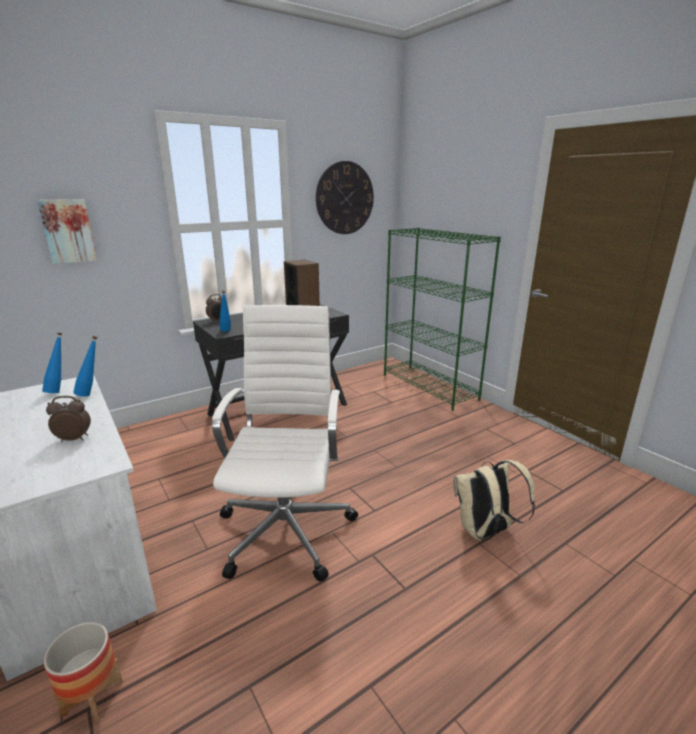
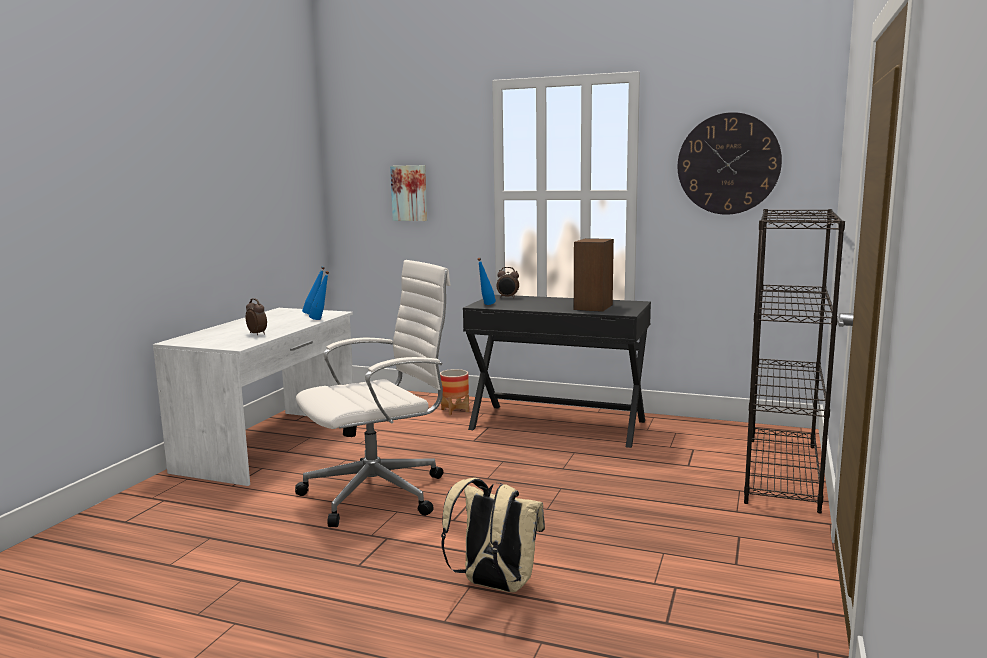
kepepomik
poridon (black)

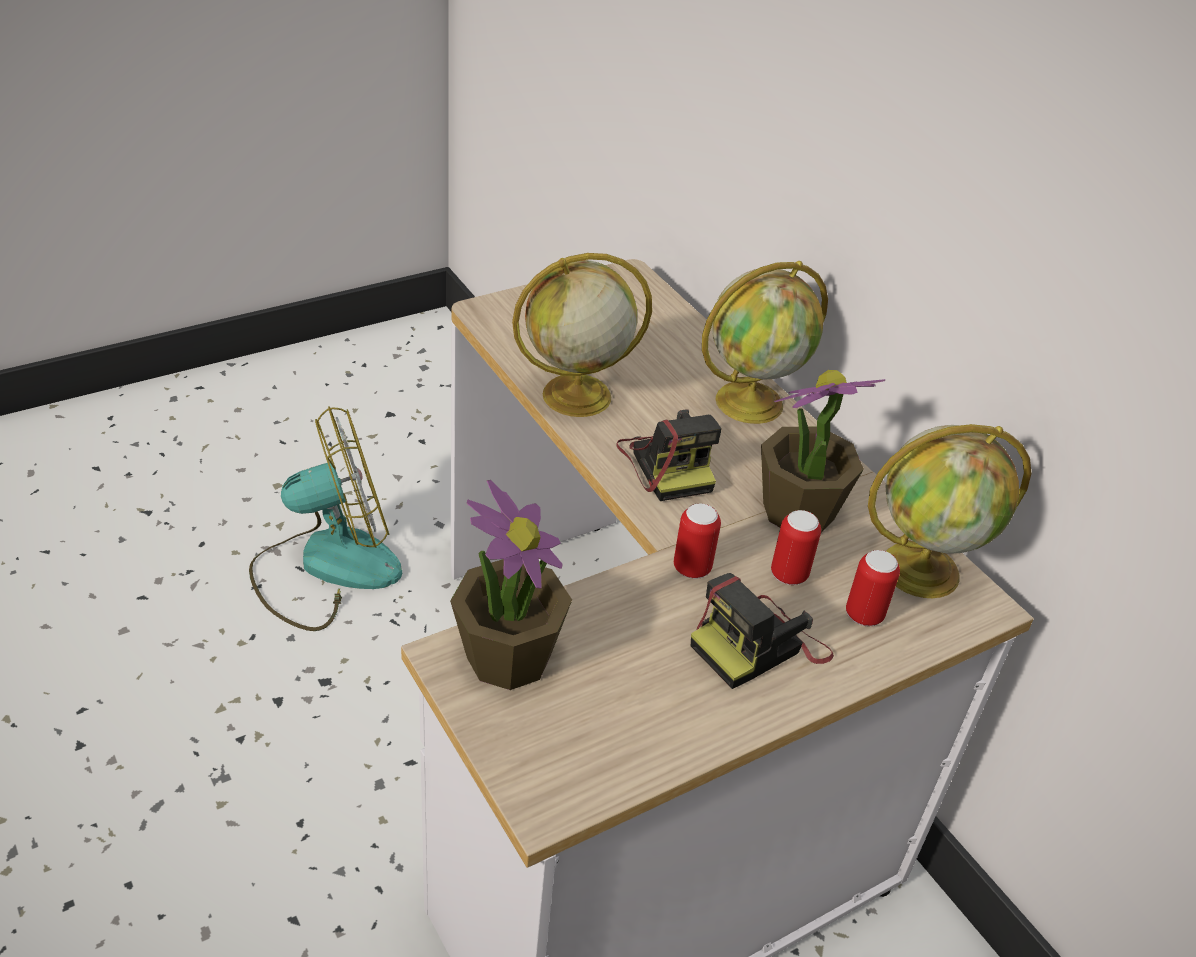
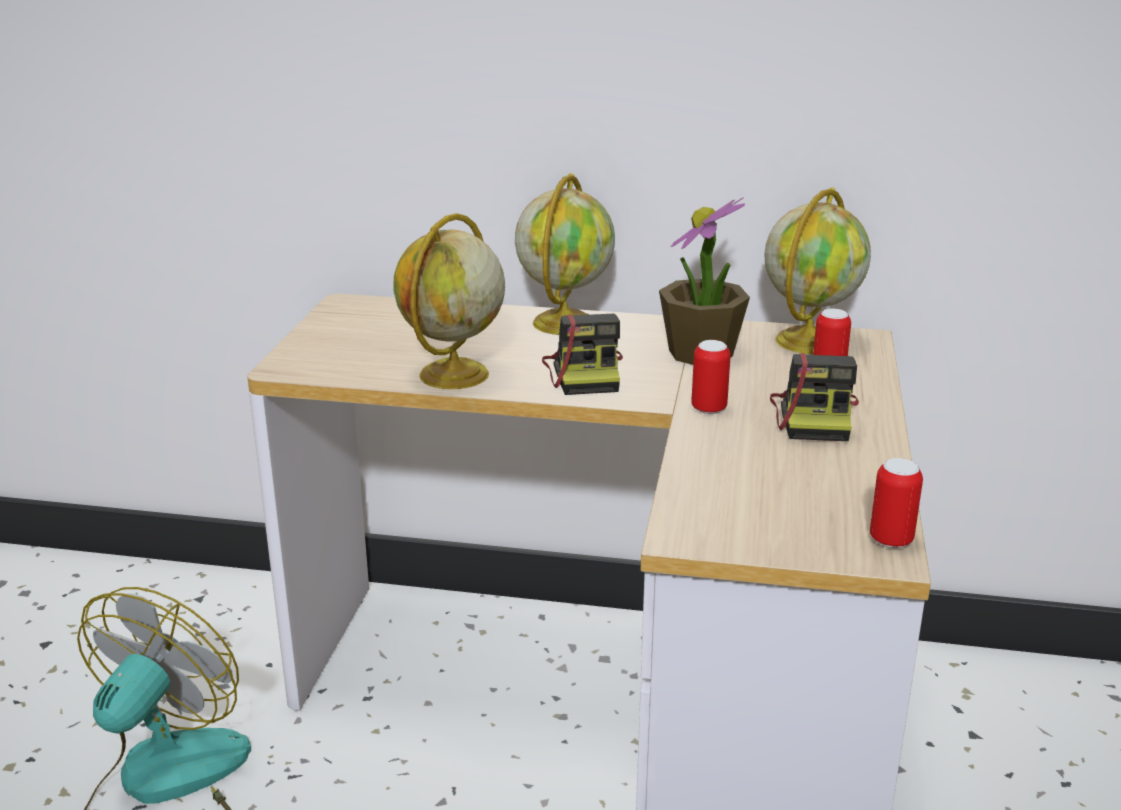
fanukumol (no. 1 from left)
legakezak (no. 3 from left)
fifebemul (no. 1 from left in the first image)

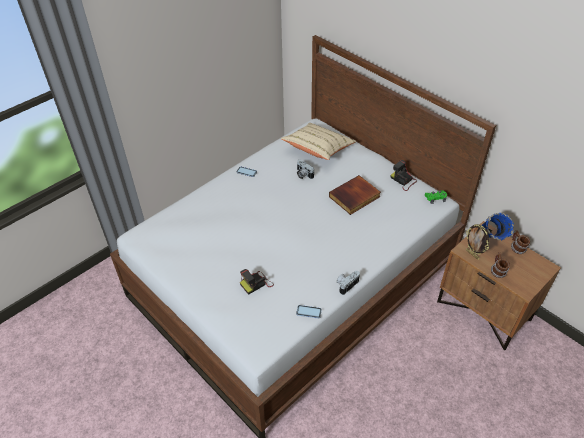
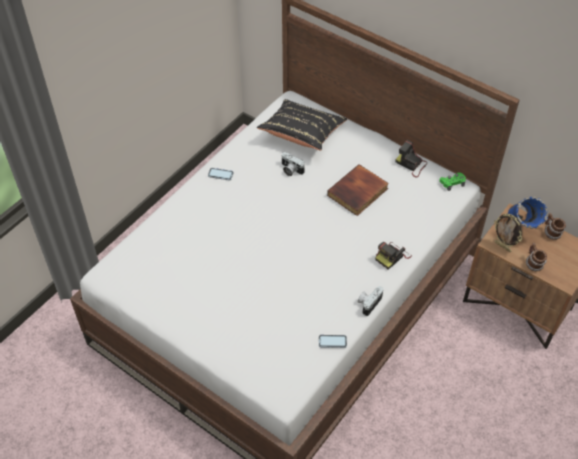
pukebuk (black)
fanukumol (no. 3 from left)

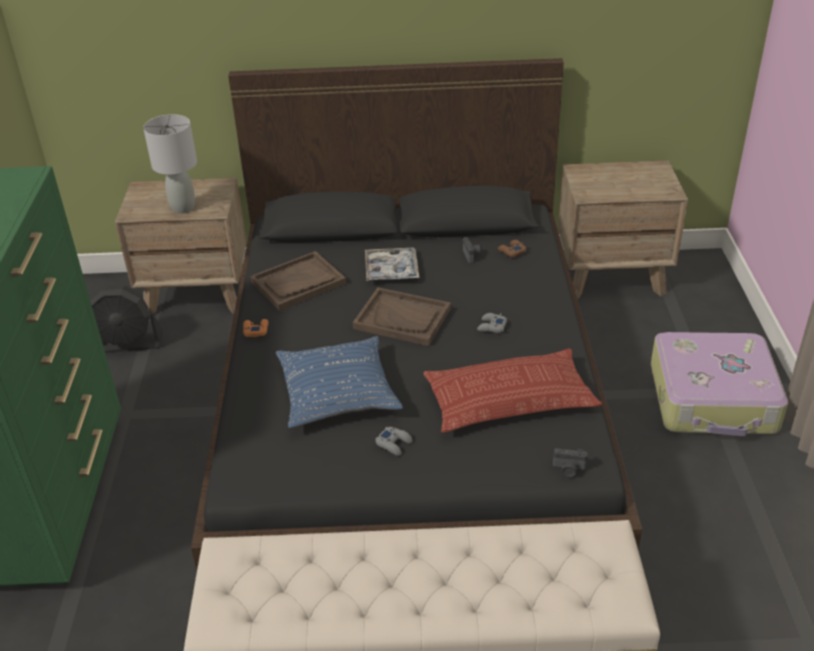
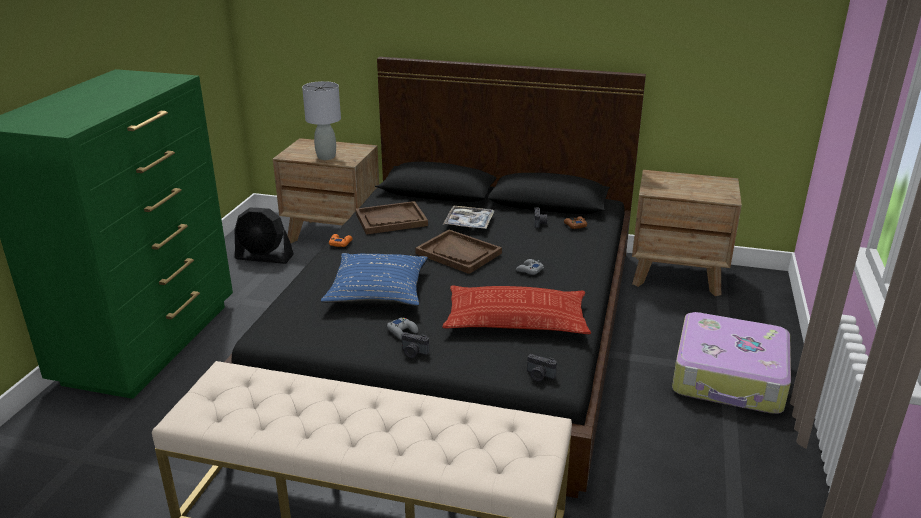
fanukumol (no. 1 from left)

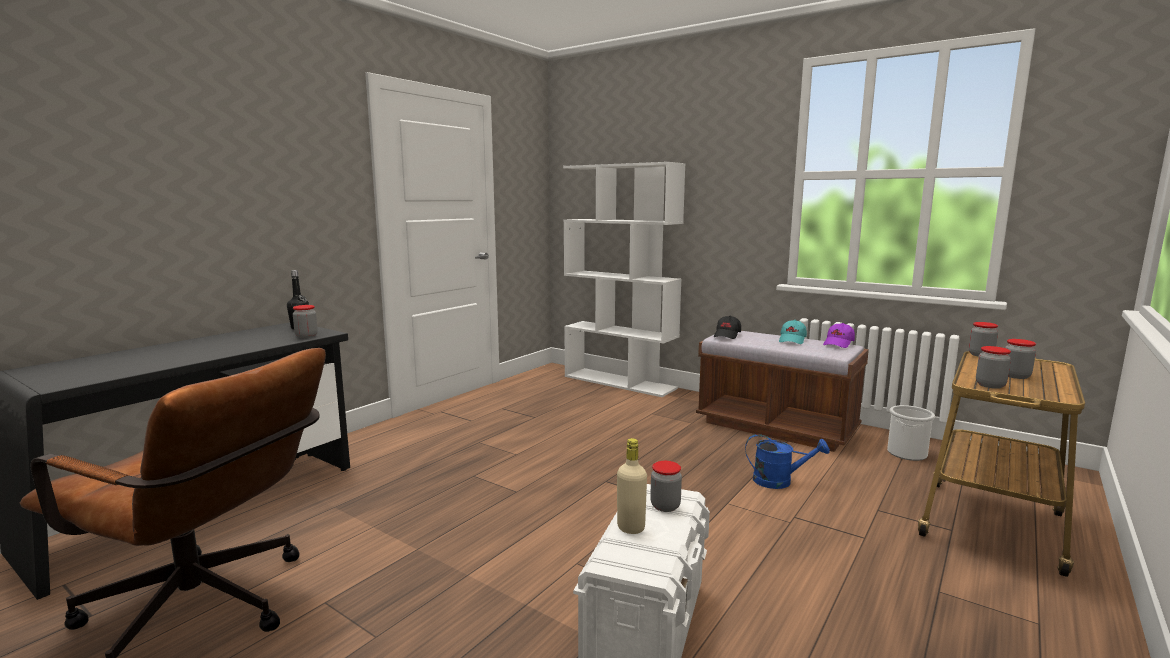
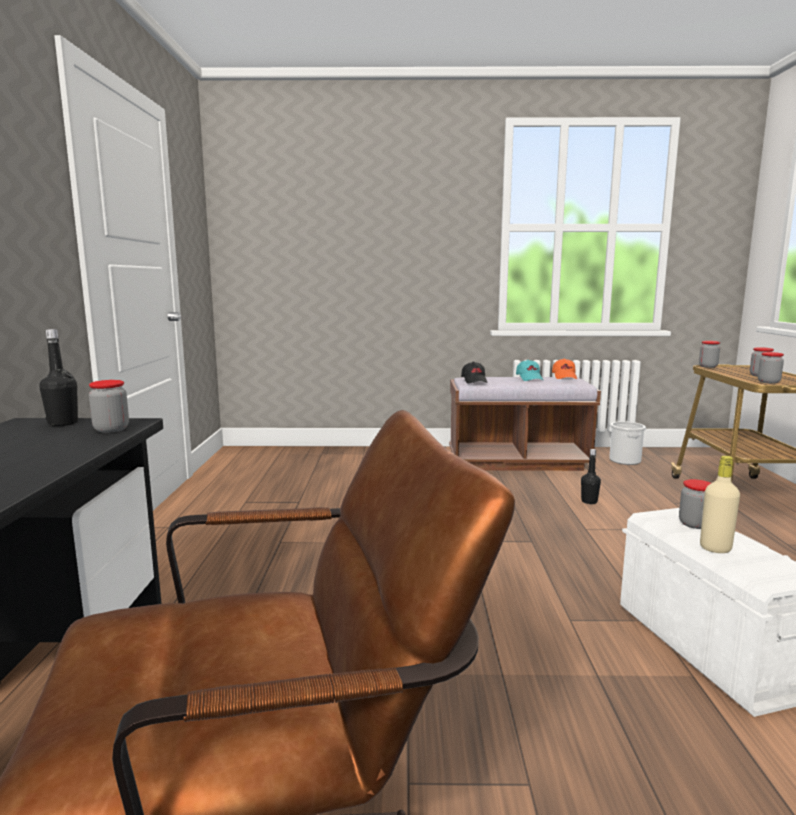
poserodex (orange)
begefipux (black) (no. 2 from left)
poridon (white)

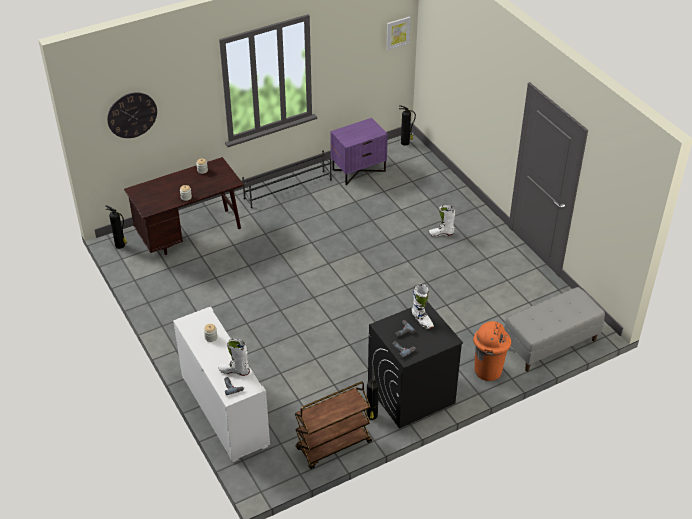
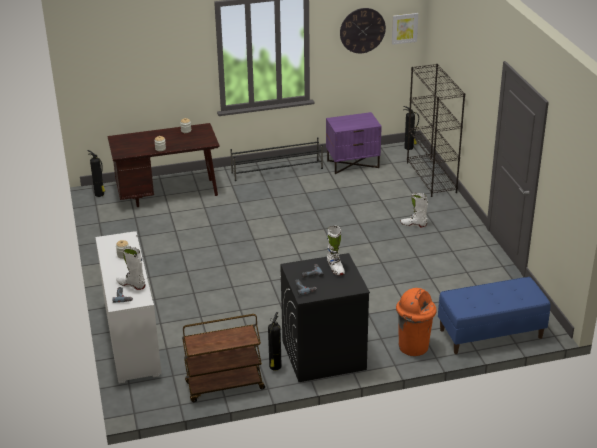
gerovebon
poridon (black)
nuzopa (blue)

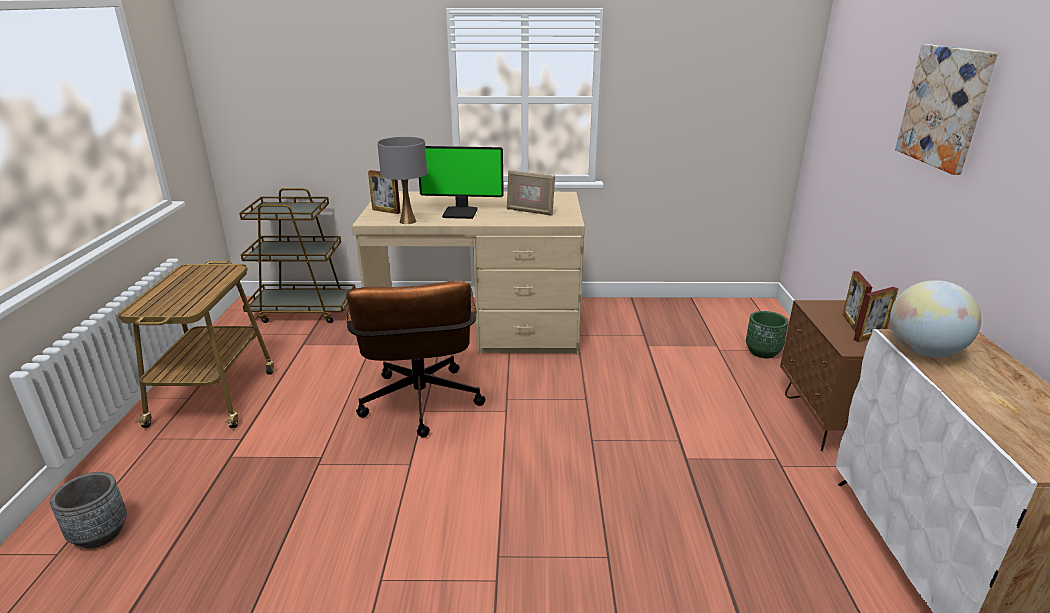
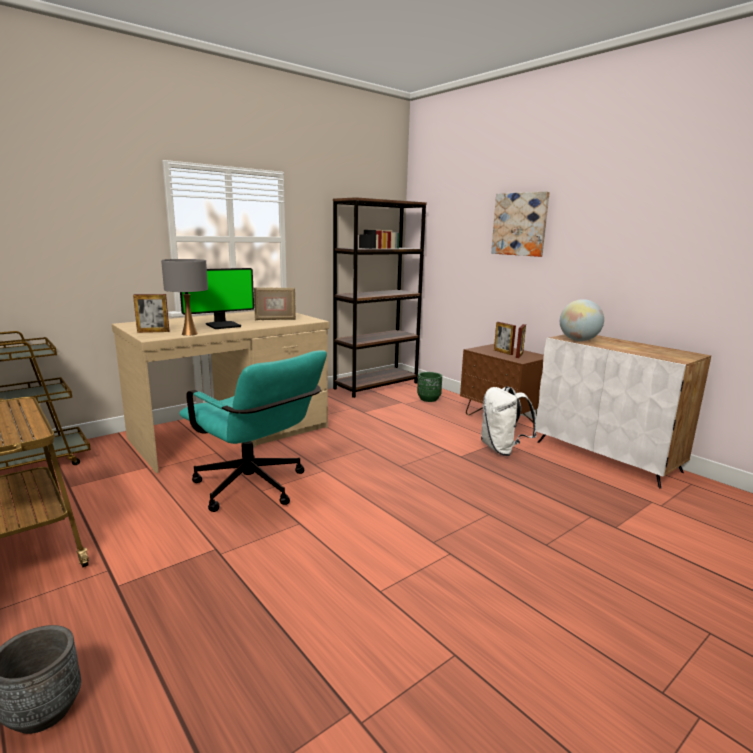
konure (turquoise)
poridon (brown)
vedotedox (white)

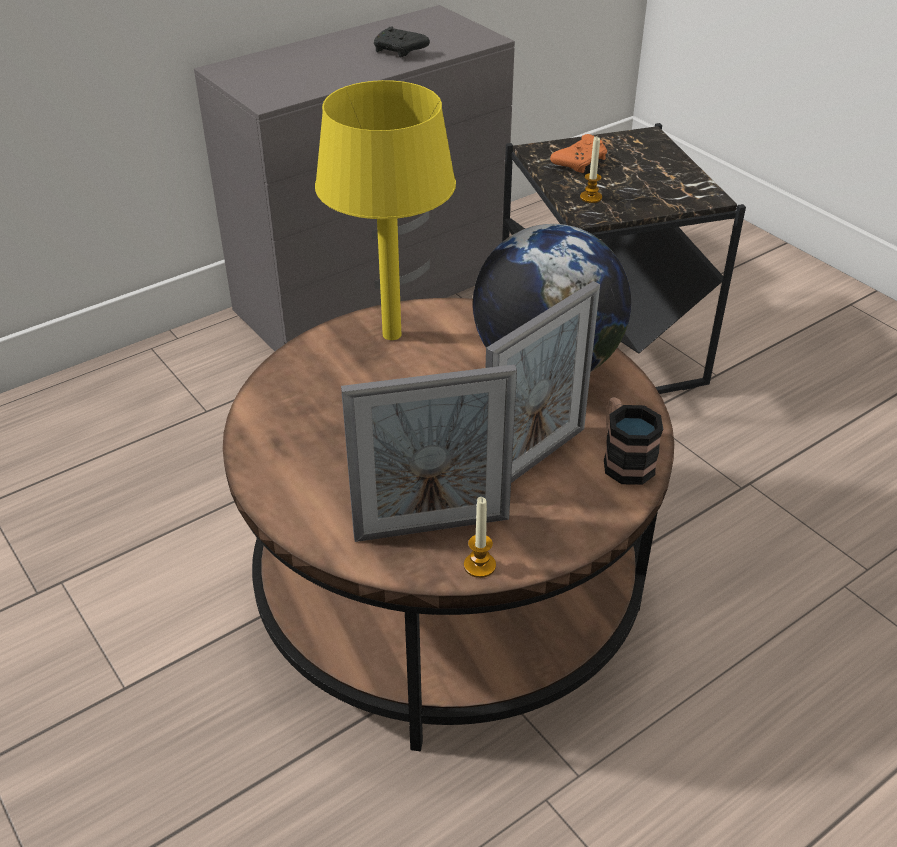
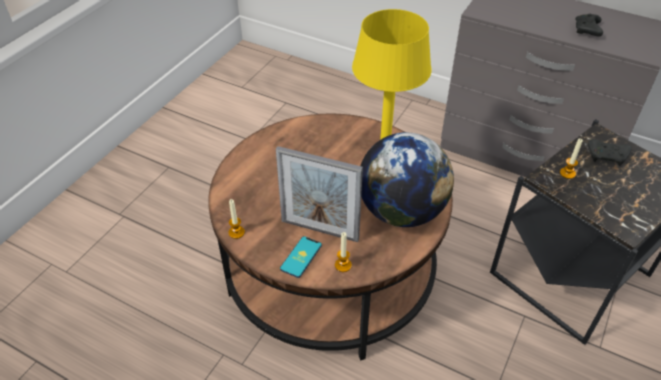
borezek
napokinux (no. 2 from left)
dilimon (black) (no. 2 from left)
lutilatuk (no. 1 from left in the first image)

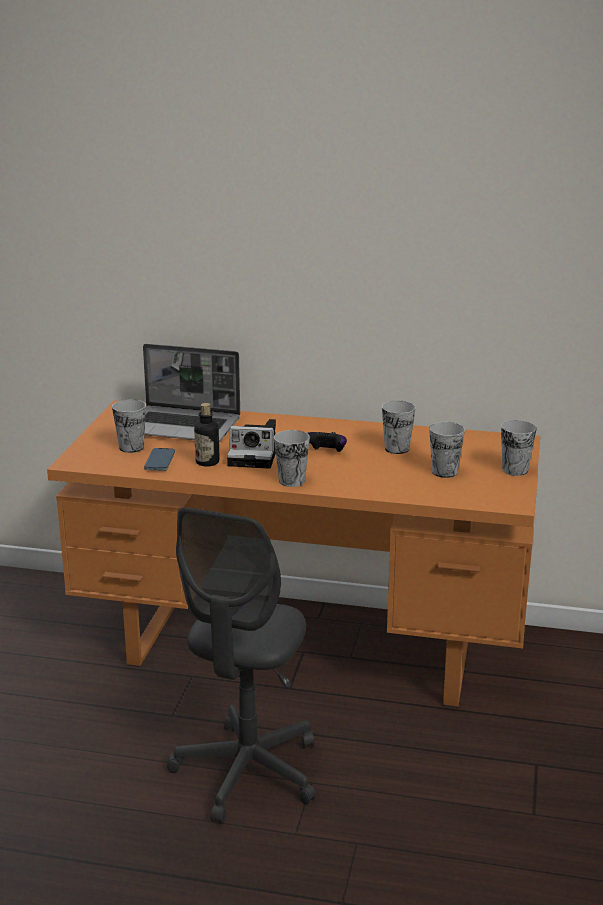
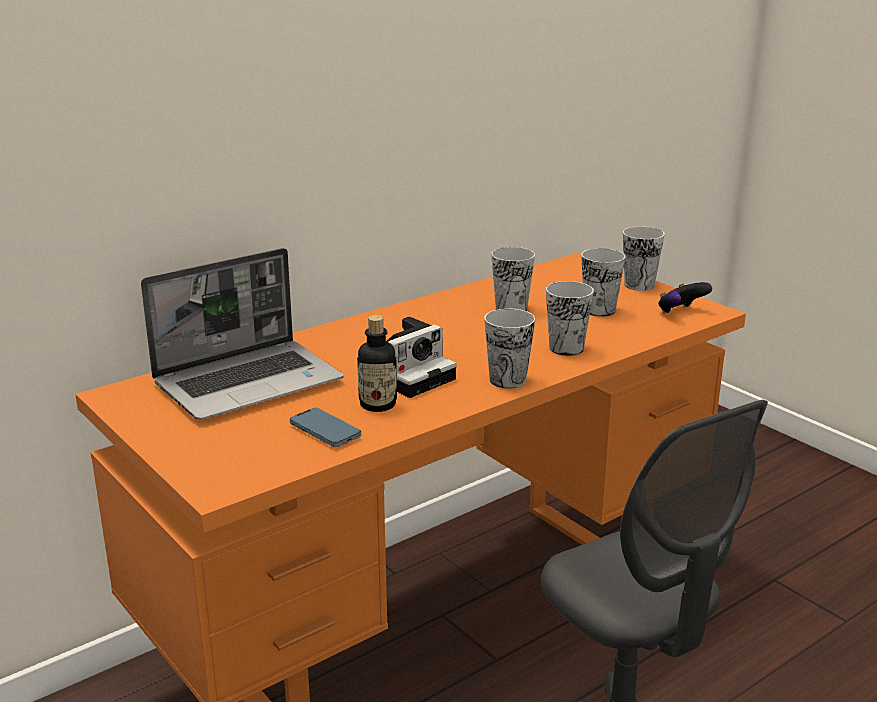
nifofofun (no. 3 from left)
dilimon

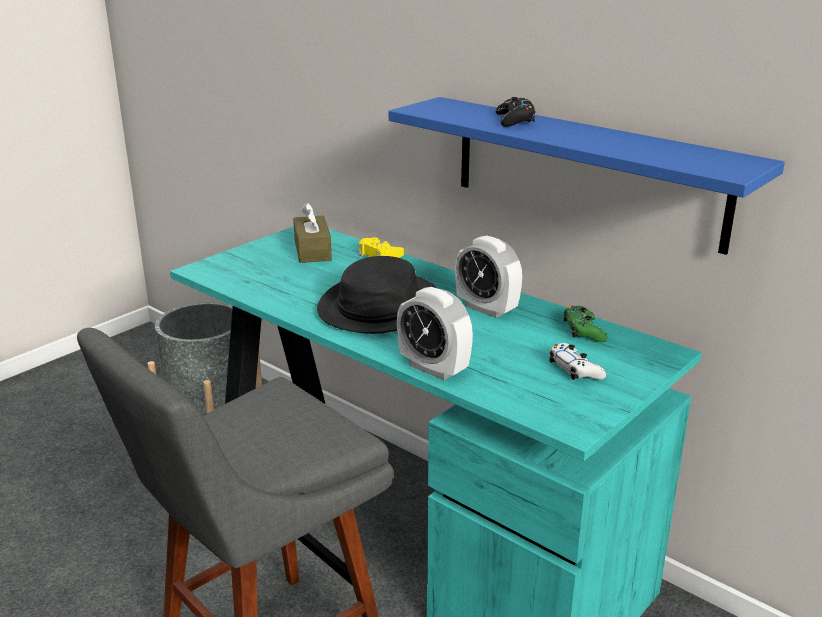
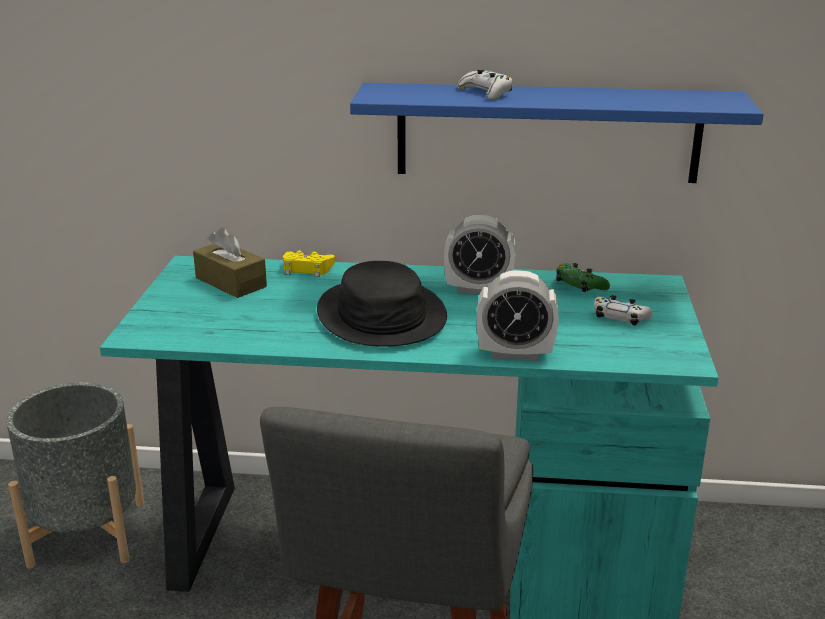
dilimon (white) (no. 1 from left)

